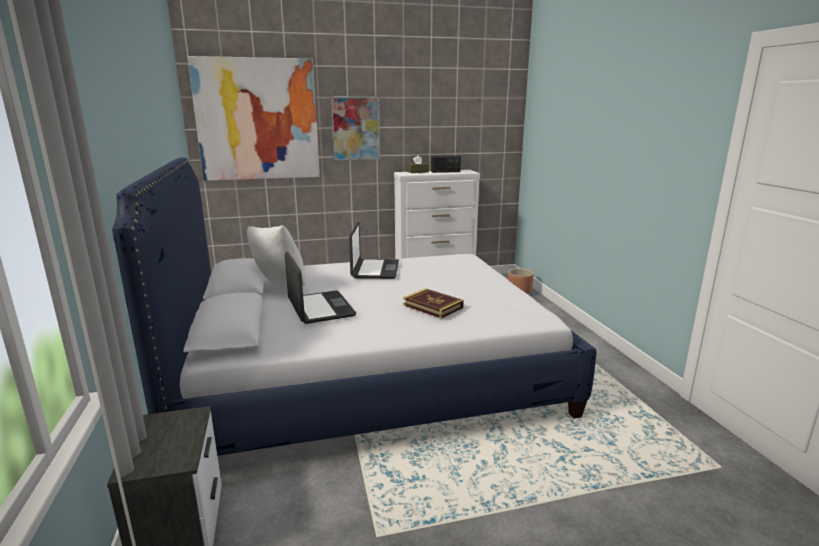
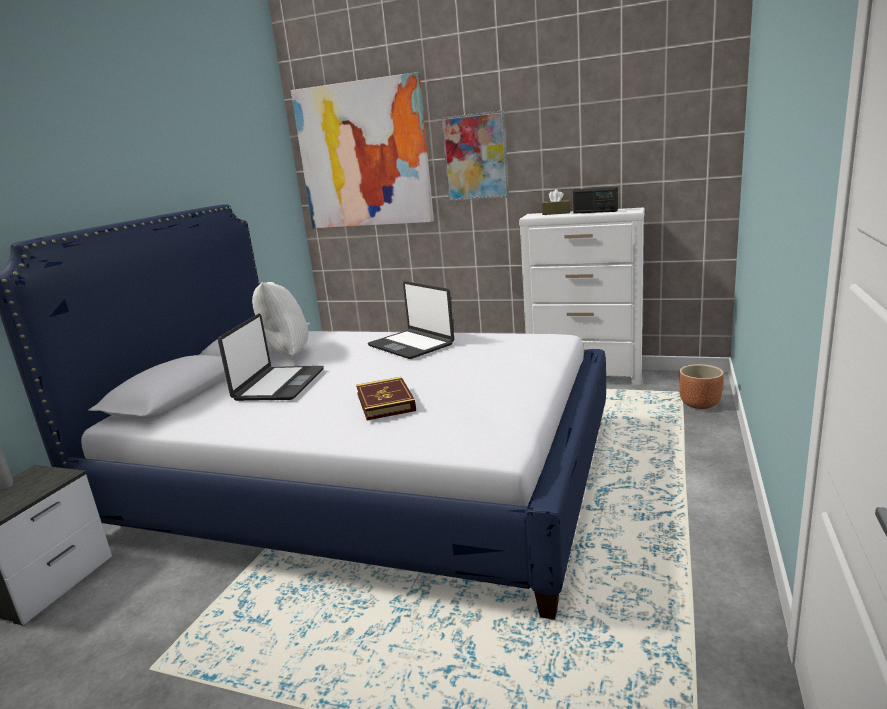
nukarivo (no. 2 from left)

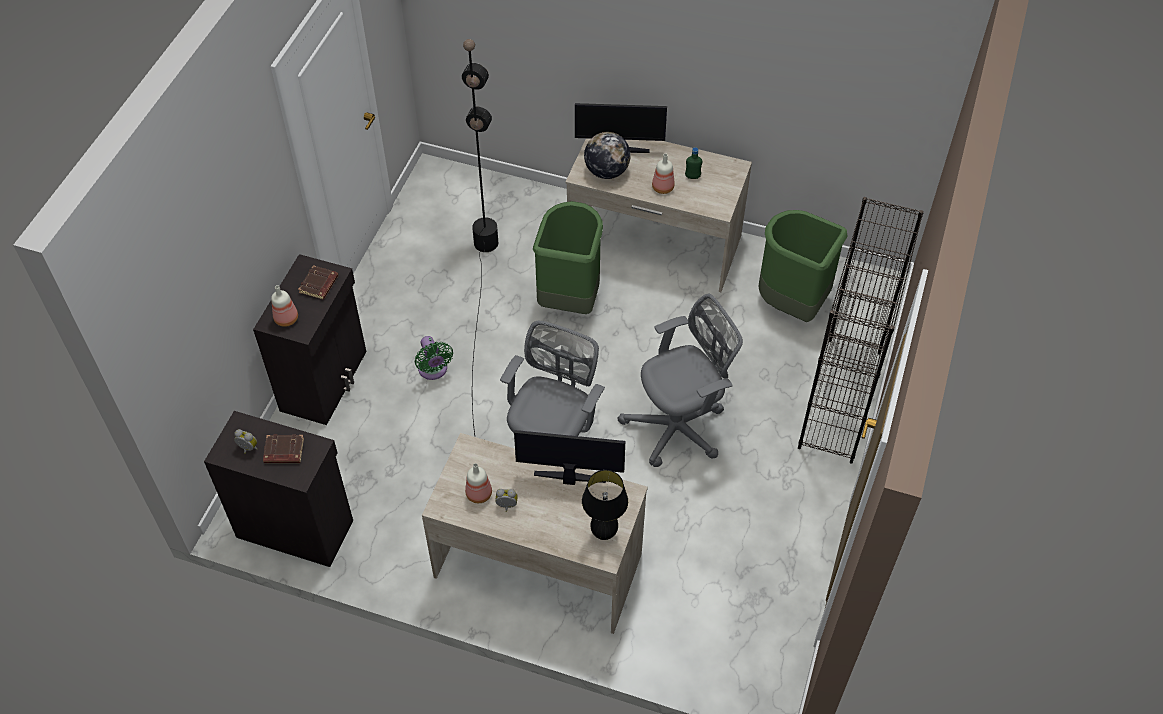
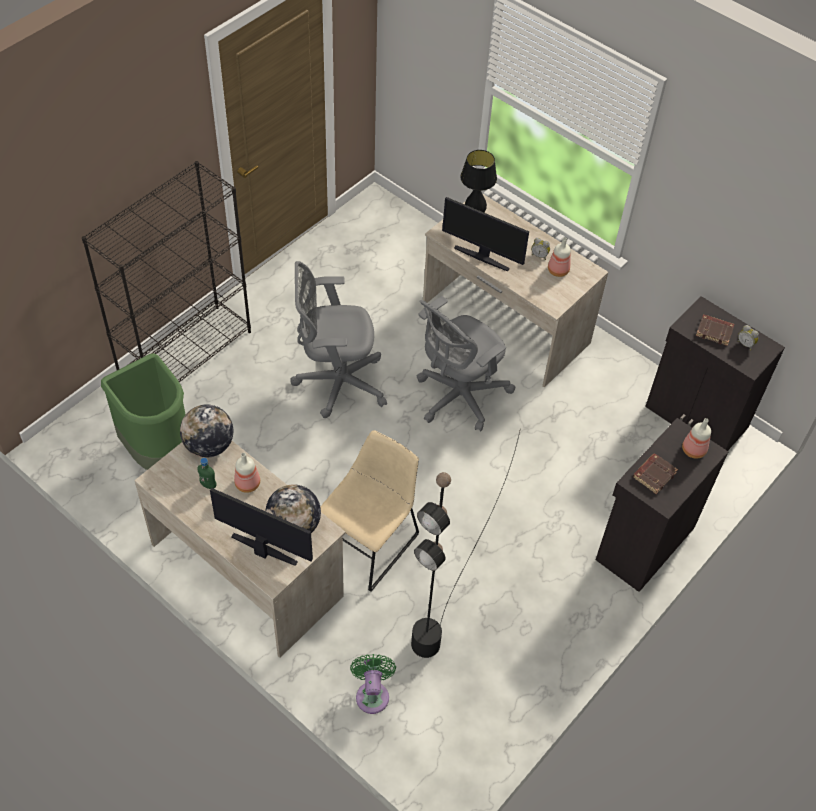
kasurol (no. 1 from left)
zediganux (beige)
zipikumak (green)

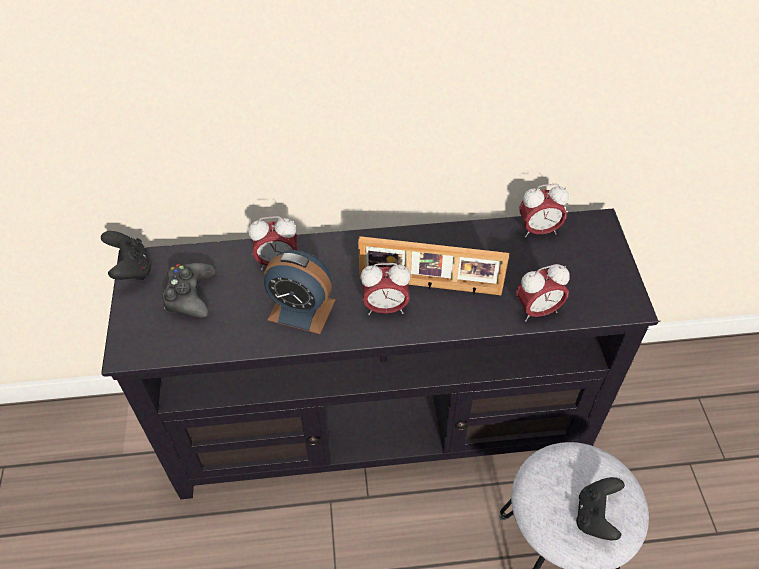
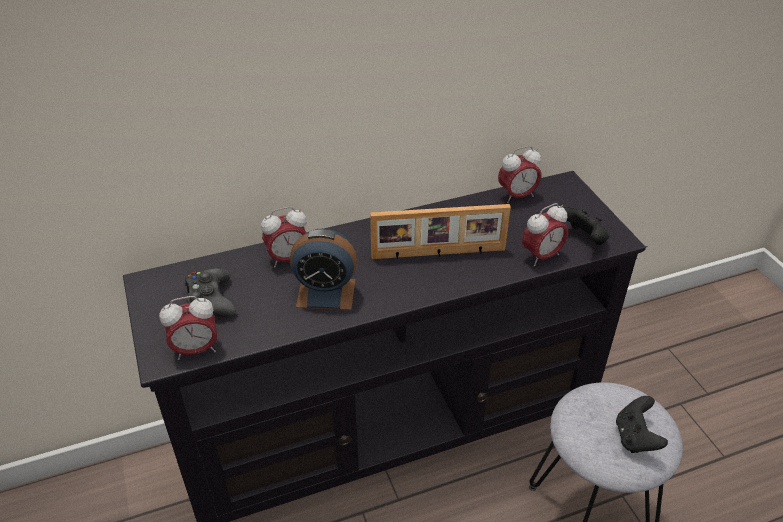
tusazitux (no. 1 from left)
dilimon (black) (no. 2 from left)

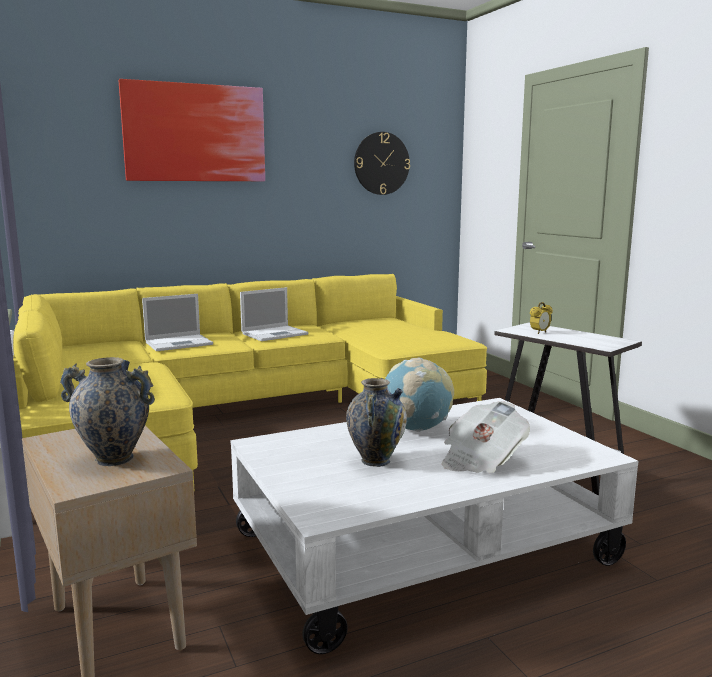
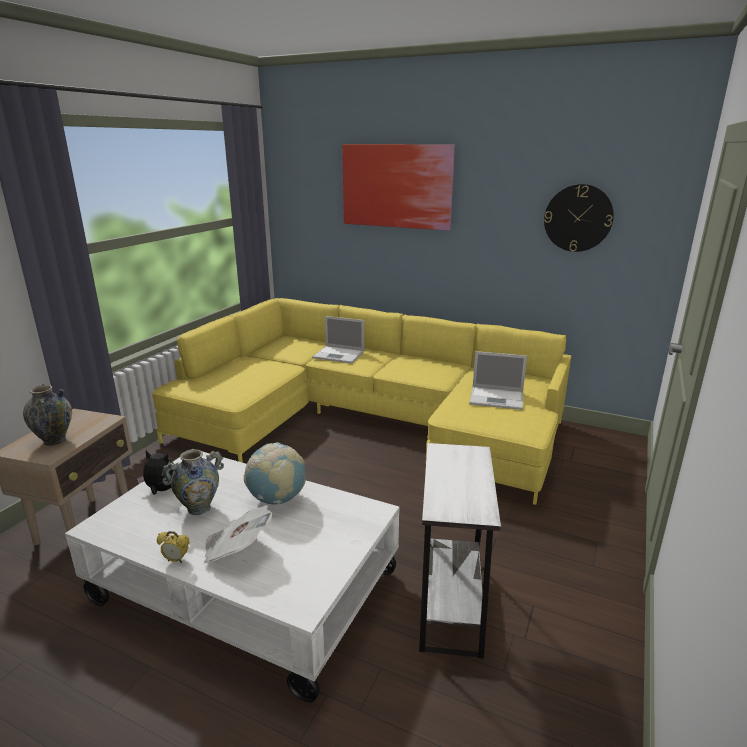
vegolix
tusazitux
nukarivo (no. 2 from left)

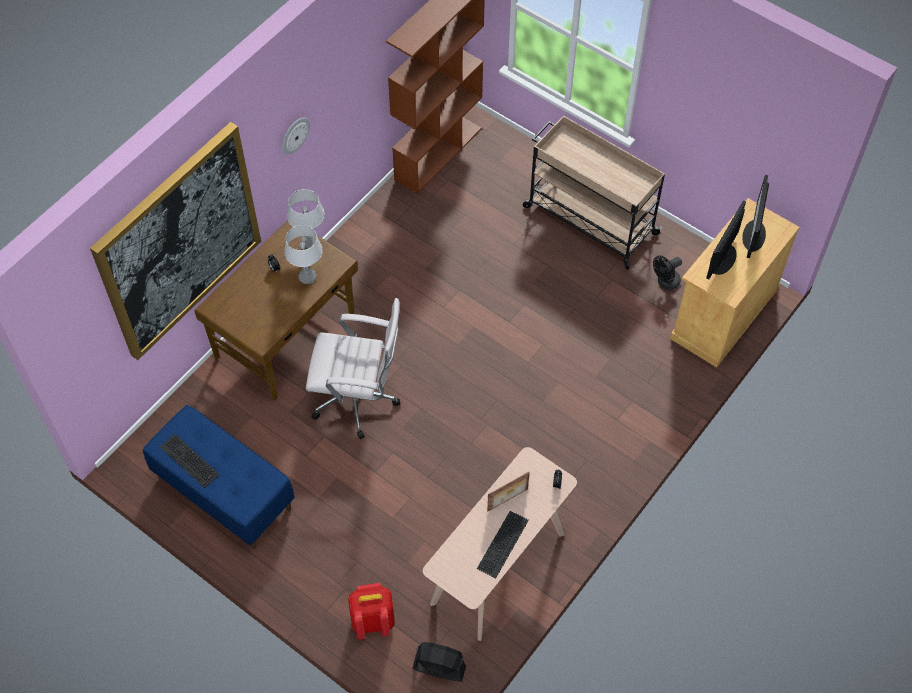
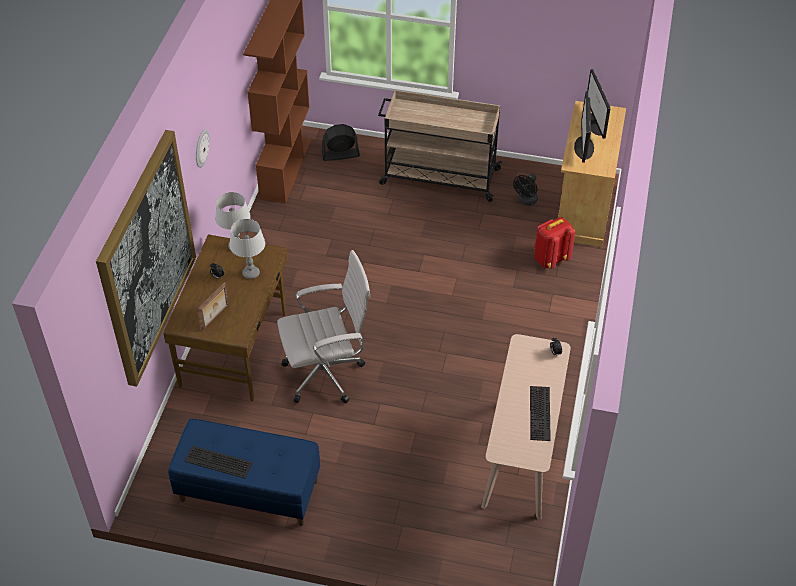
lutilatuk
zipikumak (black) (no. 1 from left)
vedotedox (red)

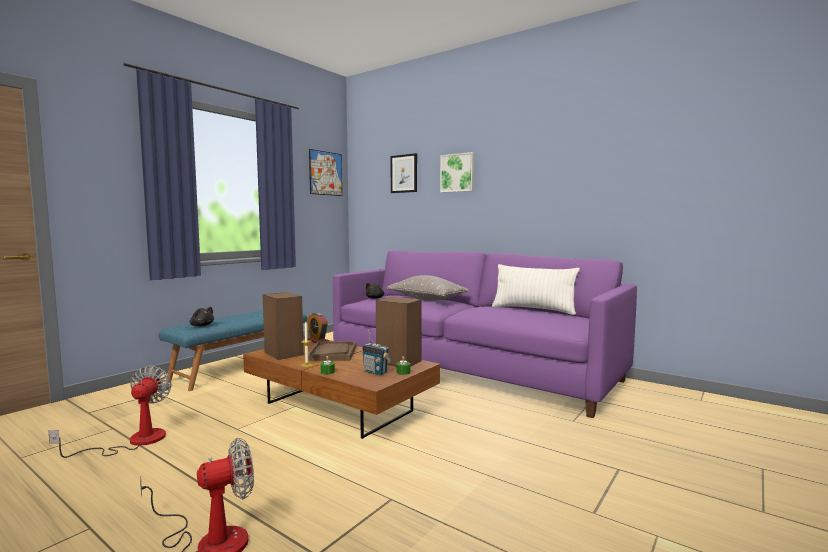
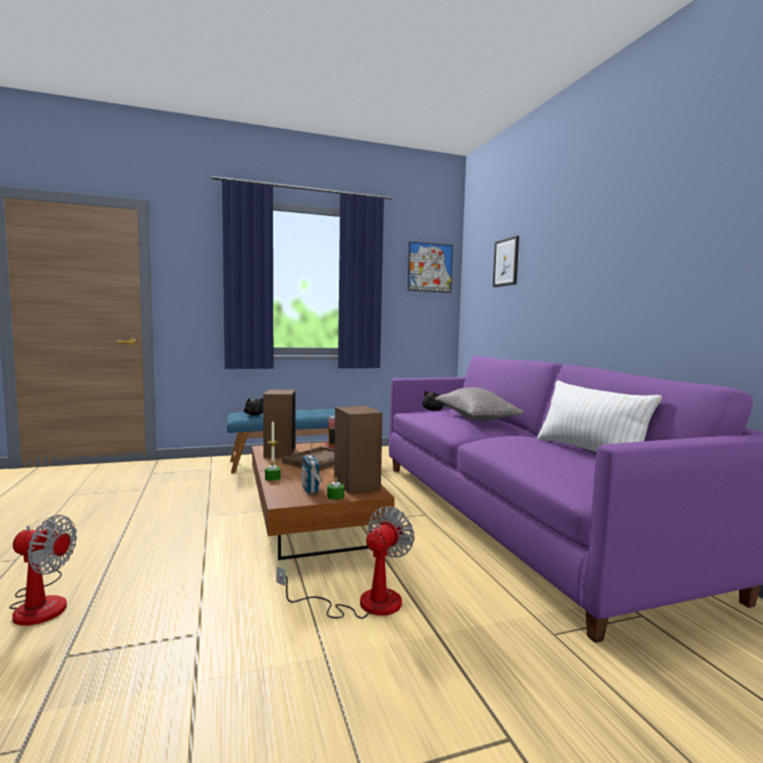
zipikumak (no. 2 from left)
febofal (no. 3 from left in the first image)

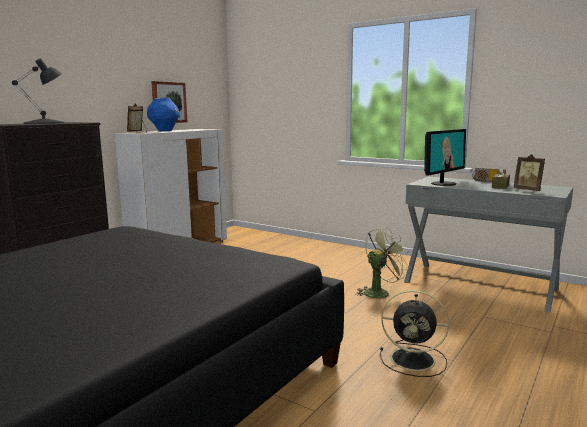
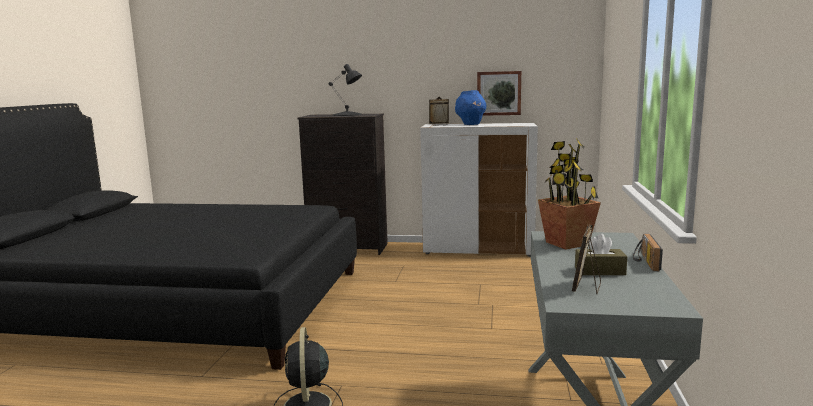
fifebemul
zipikumak (green)

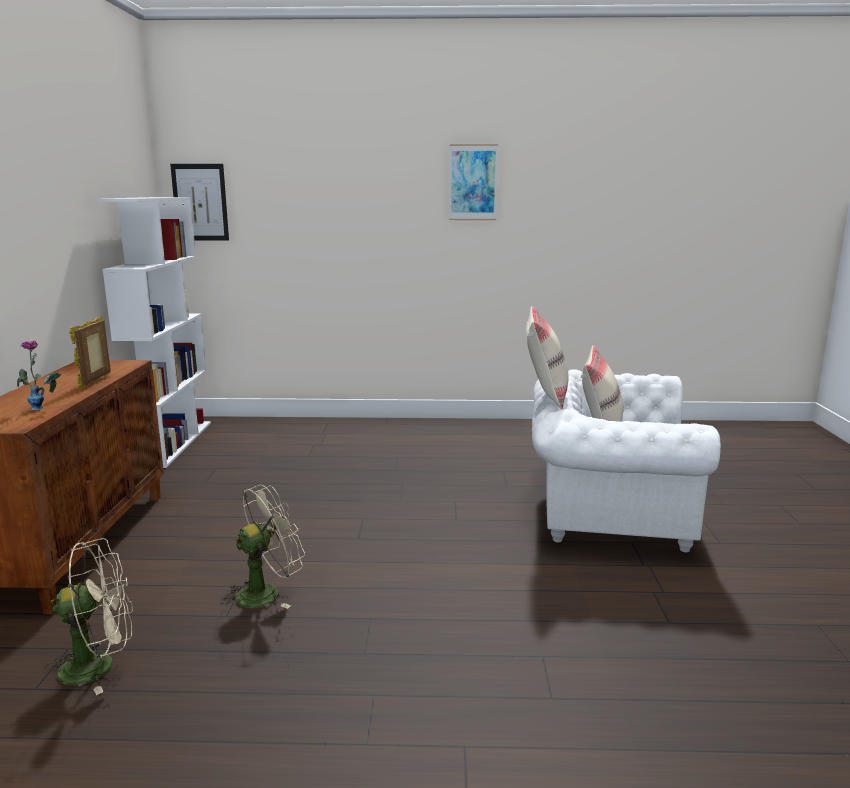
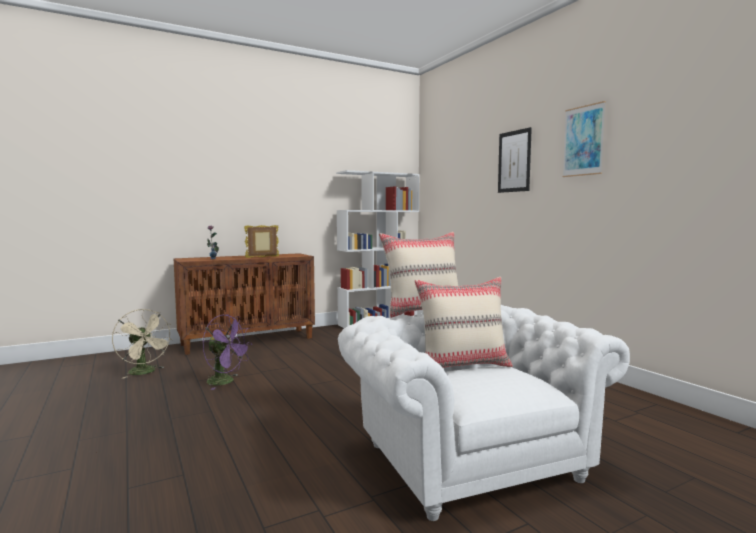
zipikumak (purple)
febofal (no. 1 from left)

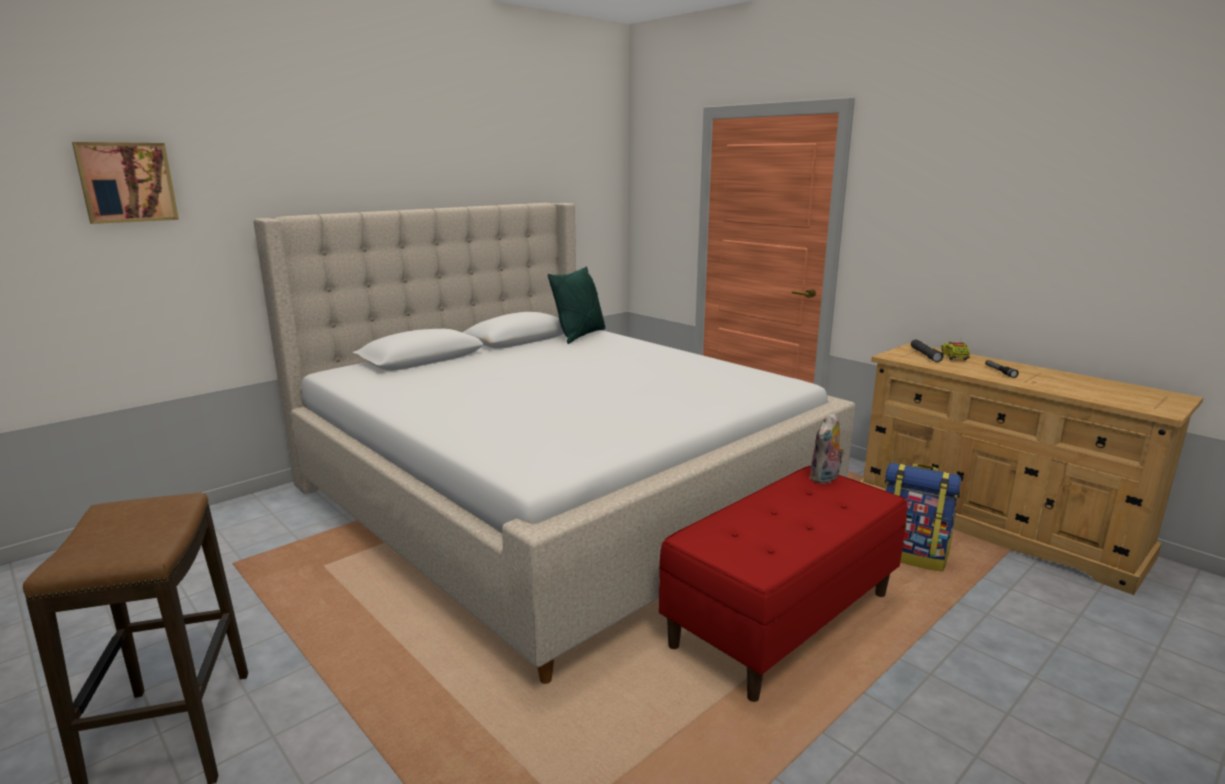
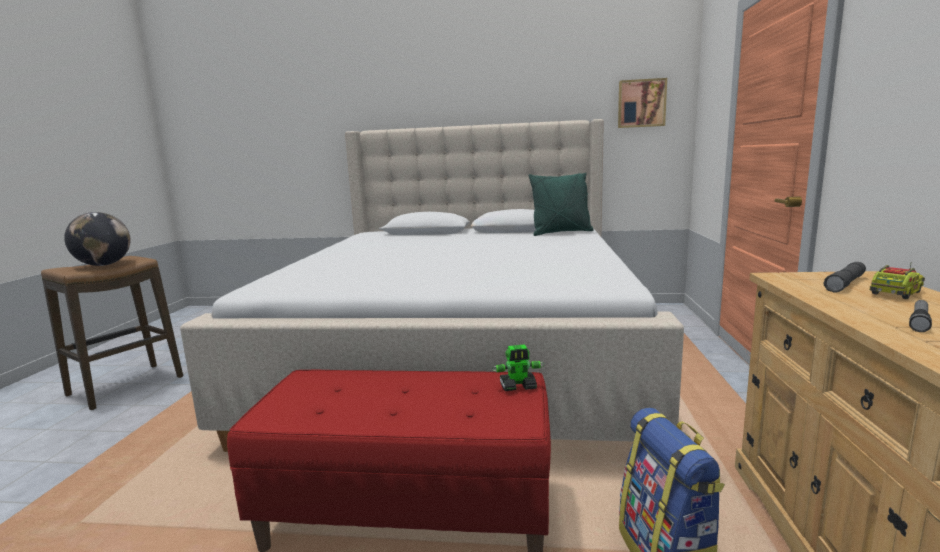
kasurol
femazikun
febofal

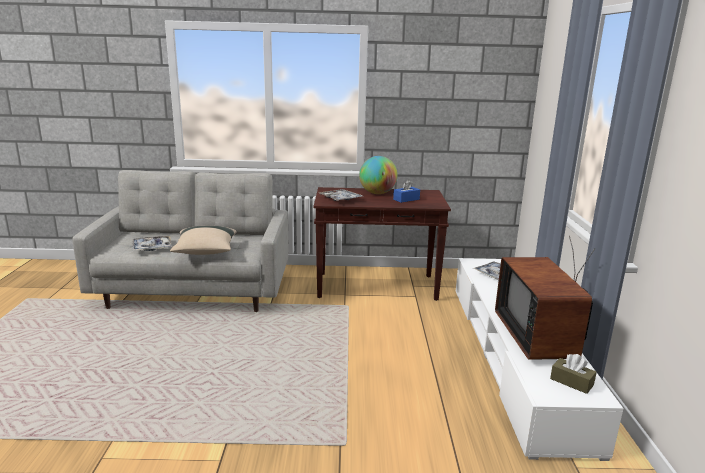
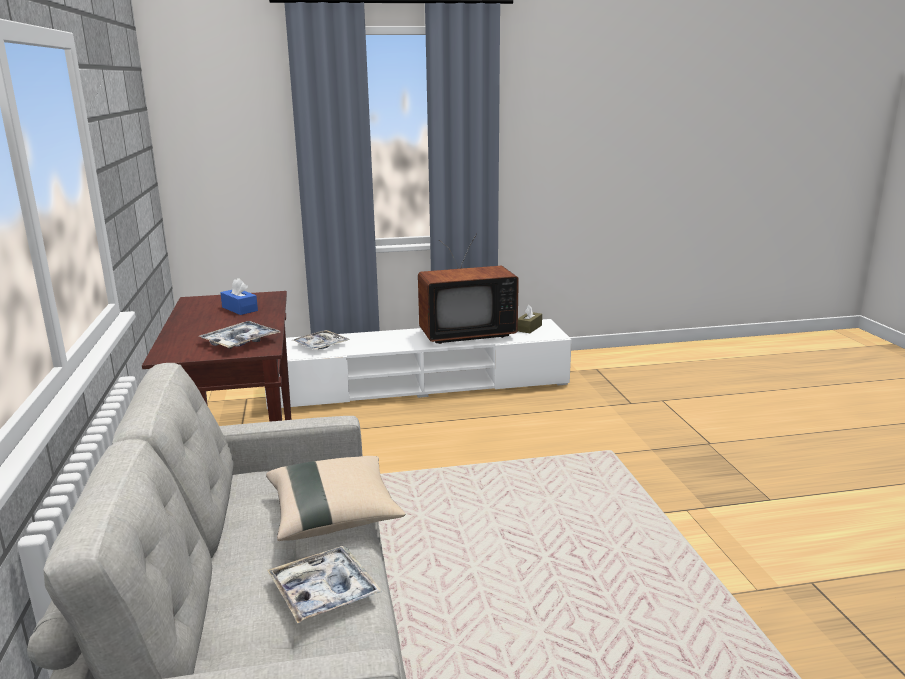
kasurol

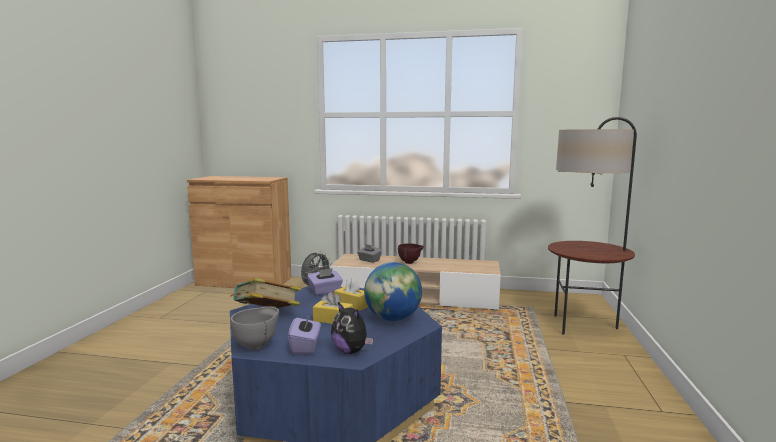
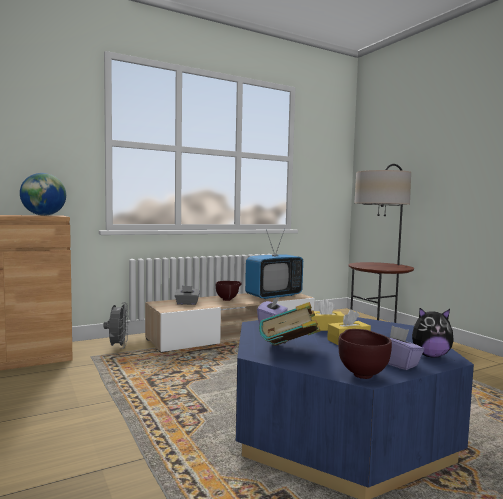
kasurol
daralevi
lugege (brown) (no. 2 from left)

